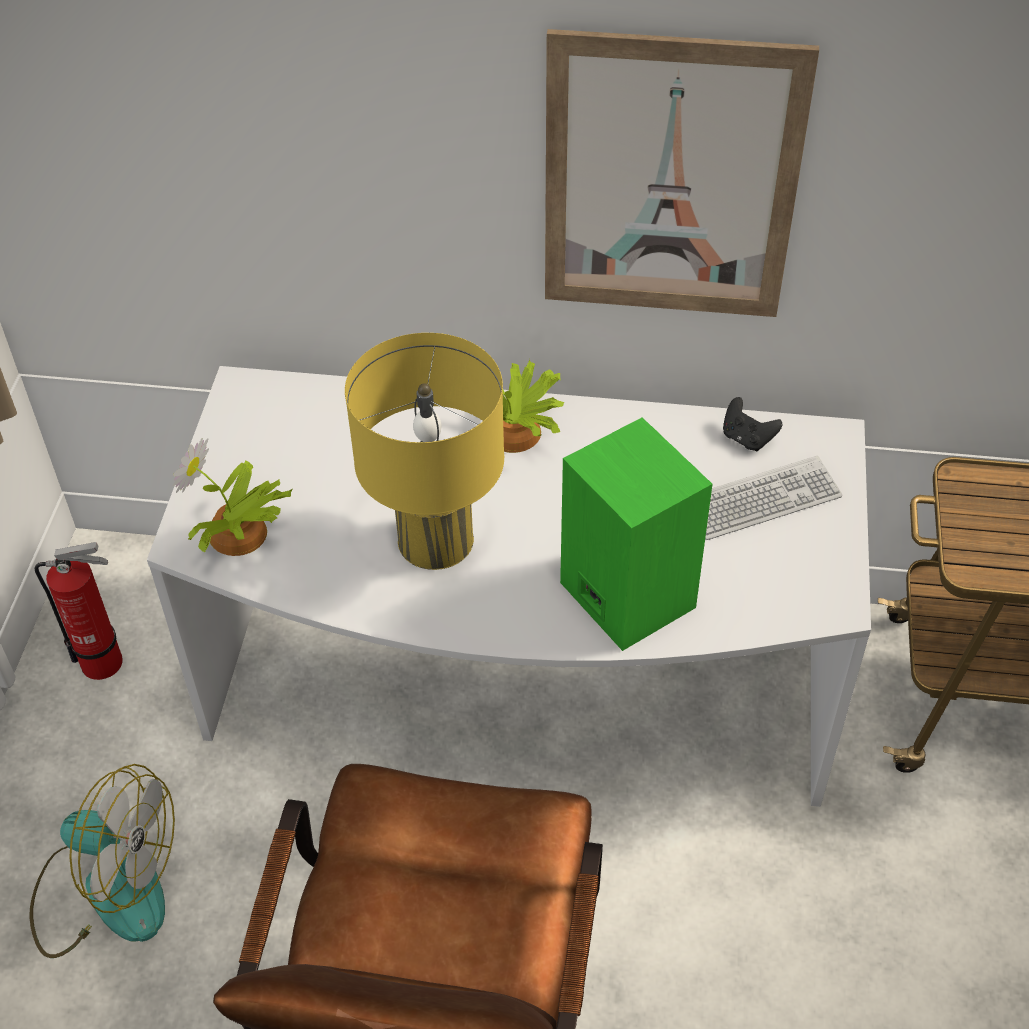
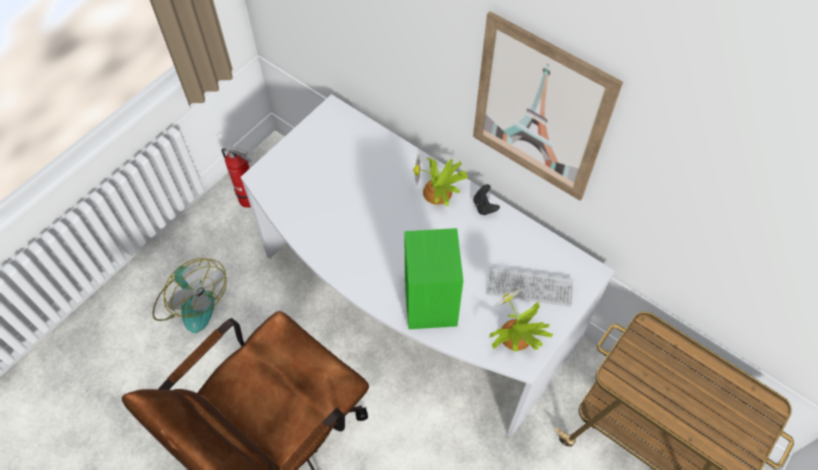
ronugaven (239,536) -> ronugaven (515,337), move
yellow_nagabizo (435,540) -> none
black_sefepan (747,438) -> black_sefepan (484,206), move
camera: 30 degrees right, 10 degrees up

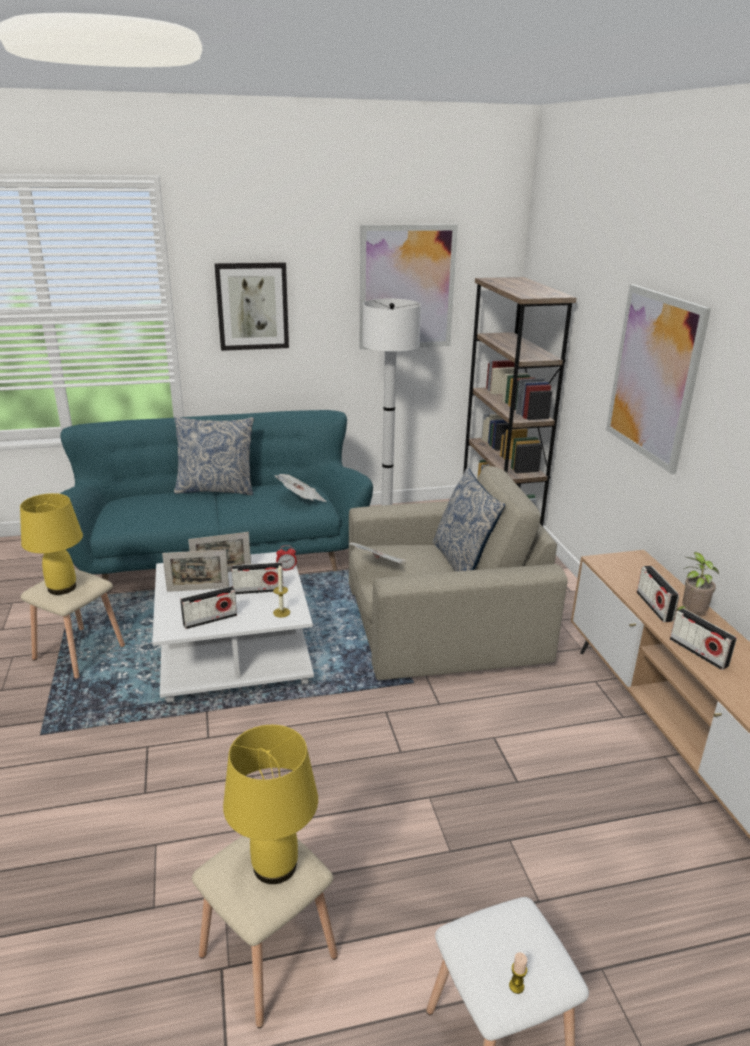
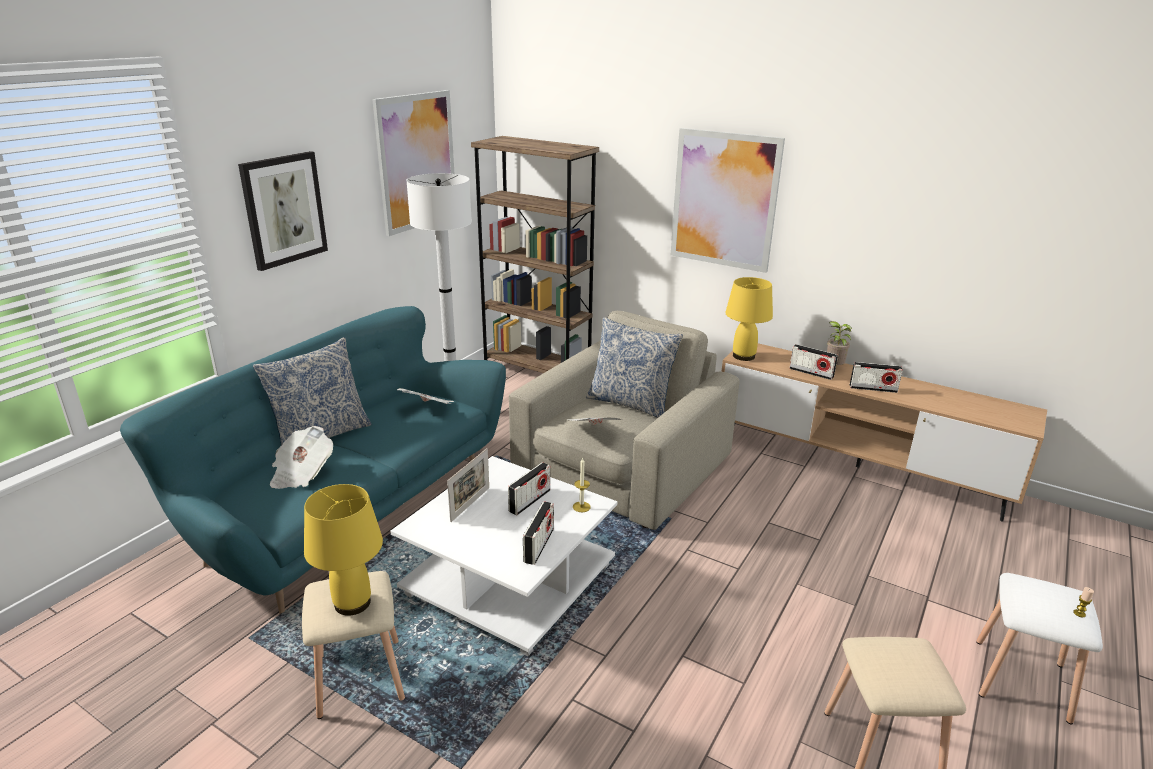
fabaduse (198,589) -> none
yellow_nagabizo (275,866) -> yellow_nagabizo (744,356), move
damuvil (286,569) -> none
none -> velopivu (301,473)
camera: 45 degrees left, 0 degrees up

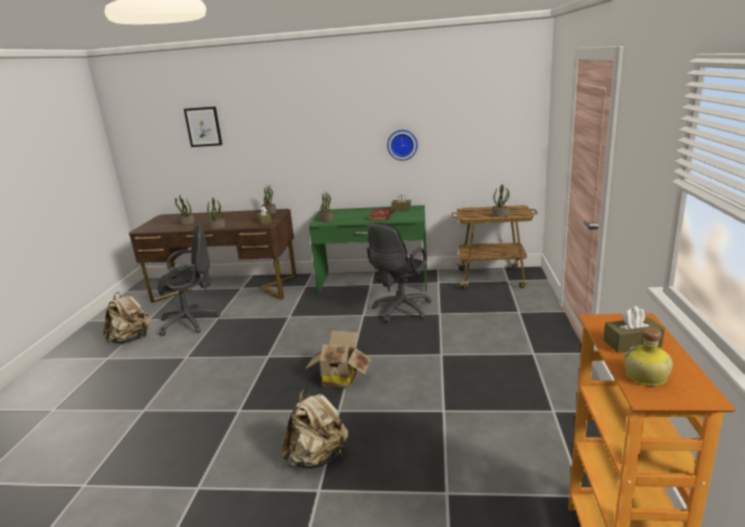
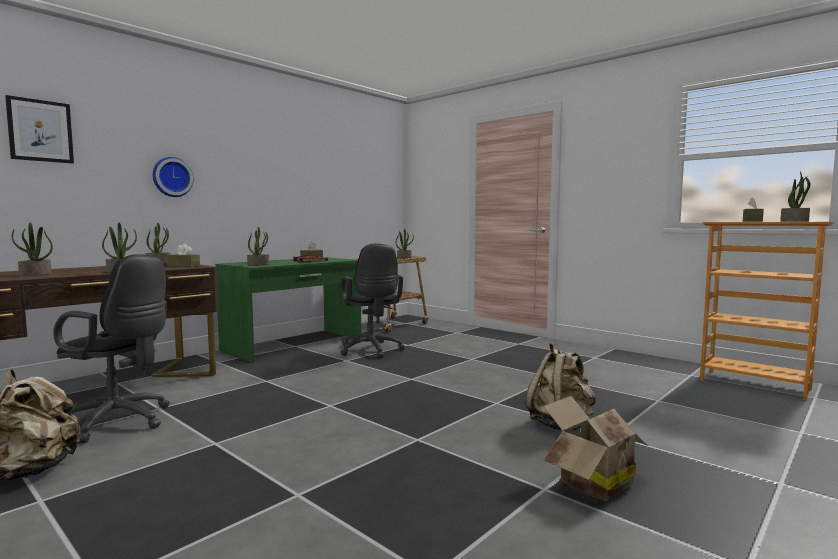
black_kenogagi (192,321) -> black_kenogagi (119,422), 90 degrees clockwise
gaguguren (340,378) -> gaguguren (590,483), move
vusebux (402,144) -> vusebux (171,177), move
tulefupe (646,377) -> ronugaven (795,221)
camera: 55 degrees left, 15 degrees down

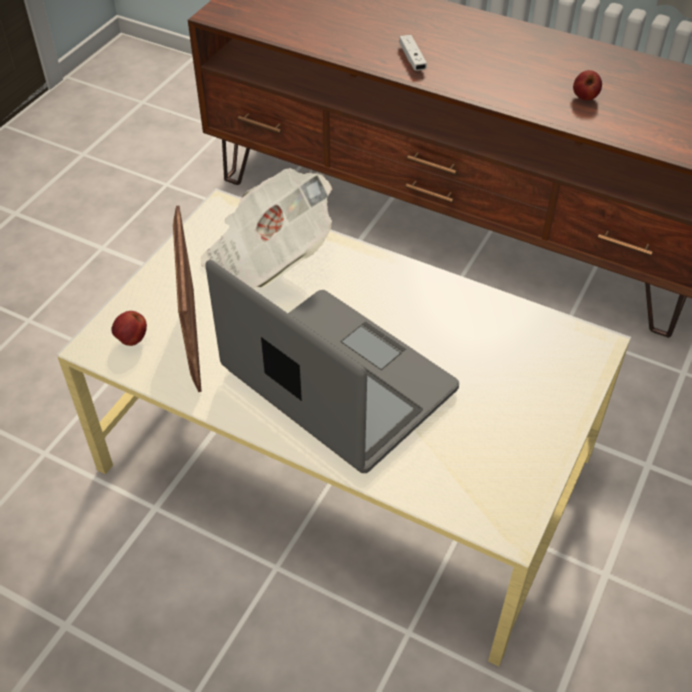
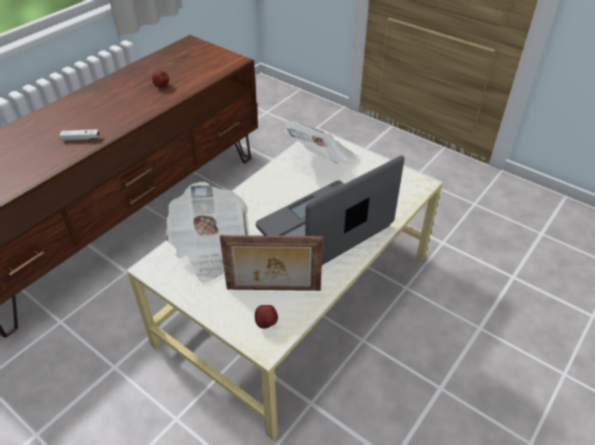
none -> velopivu (321,158)
camera: 80 degrees left, 5 degrees down

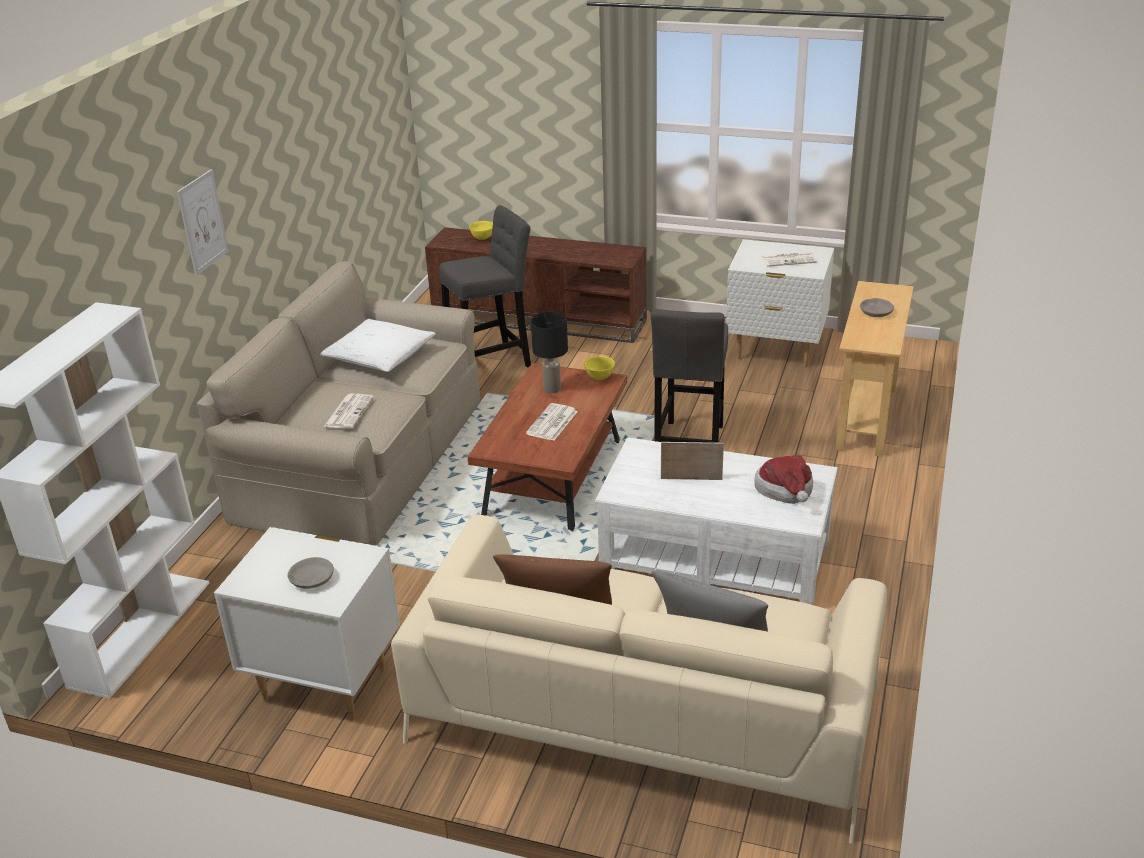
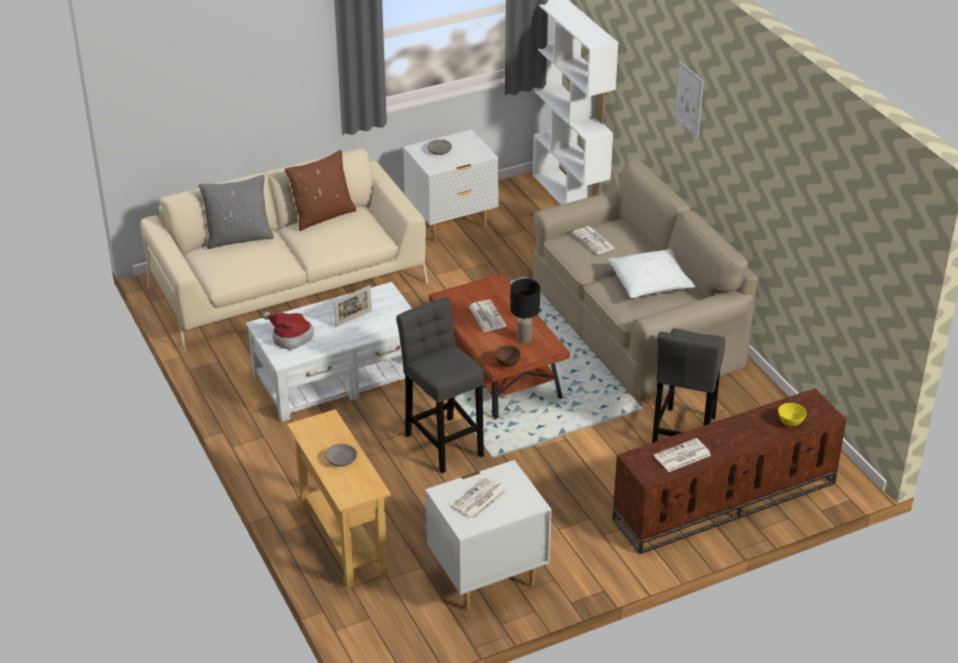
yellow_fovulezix (600,377) -> brown_fovulezix (507,364)
none -> velopivu (682,456)
camera: 135 degrees right, 5 degrees up

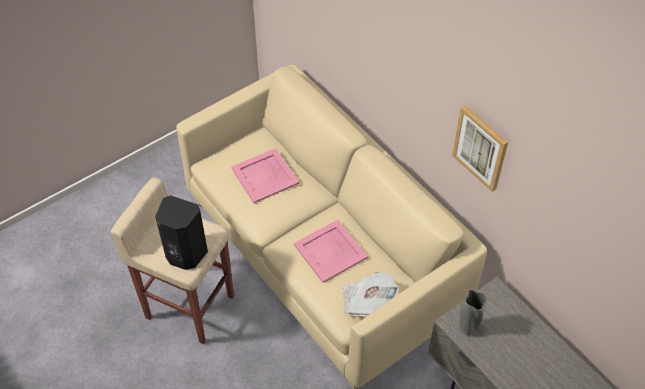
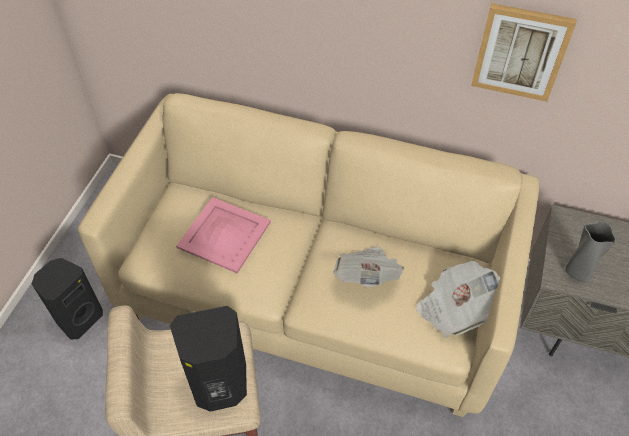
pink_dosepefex (330,250) -> velopivu (367,276)
none -> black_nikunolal (79,318)
camera: 35 degrees left, 0 degrees up

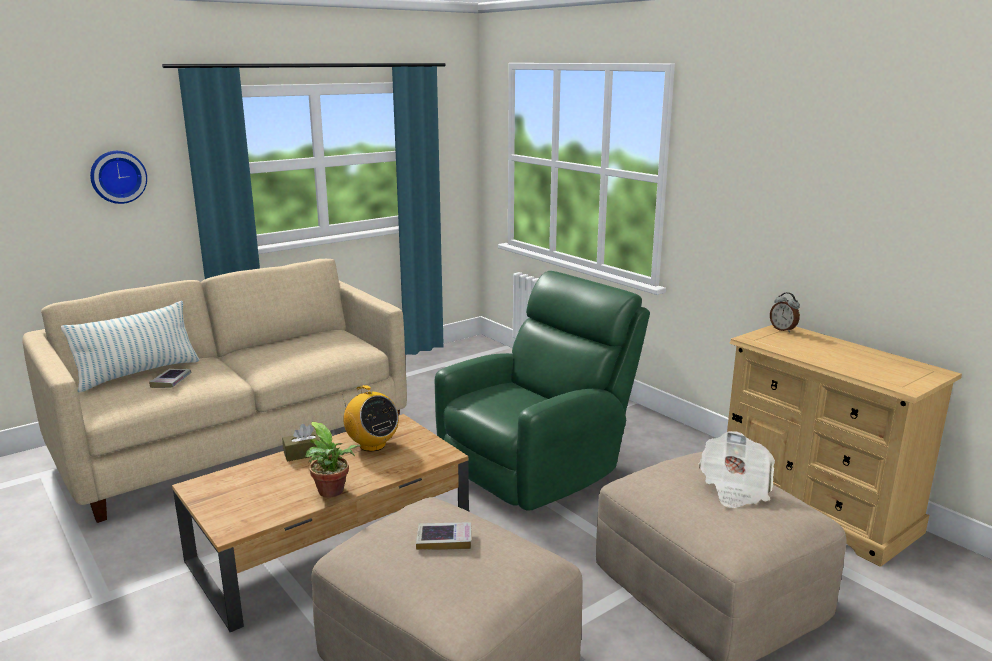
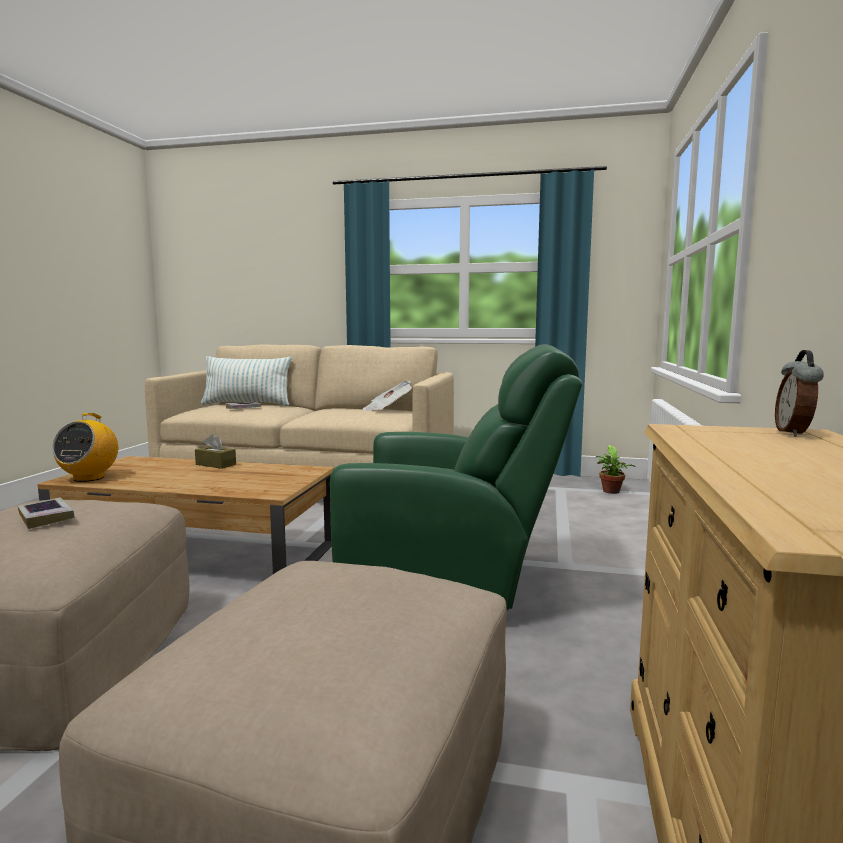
vusebux (118,176) -> none
ronugaven (333,492) -> ronugaven (611,492), move
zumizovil (372,445) -> zumizovil (89,478), move
velopivu (734,488) -> velopivu (387,409), move
camera: 50 degrees right, 10 degrees down

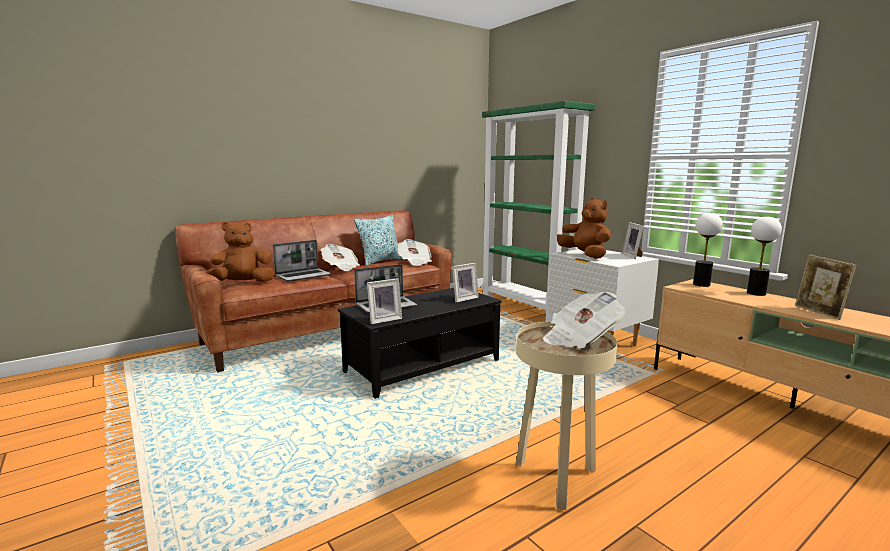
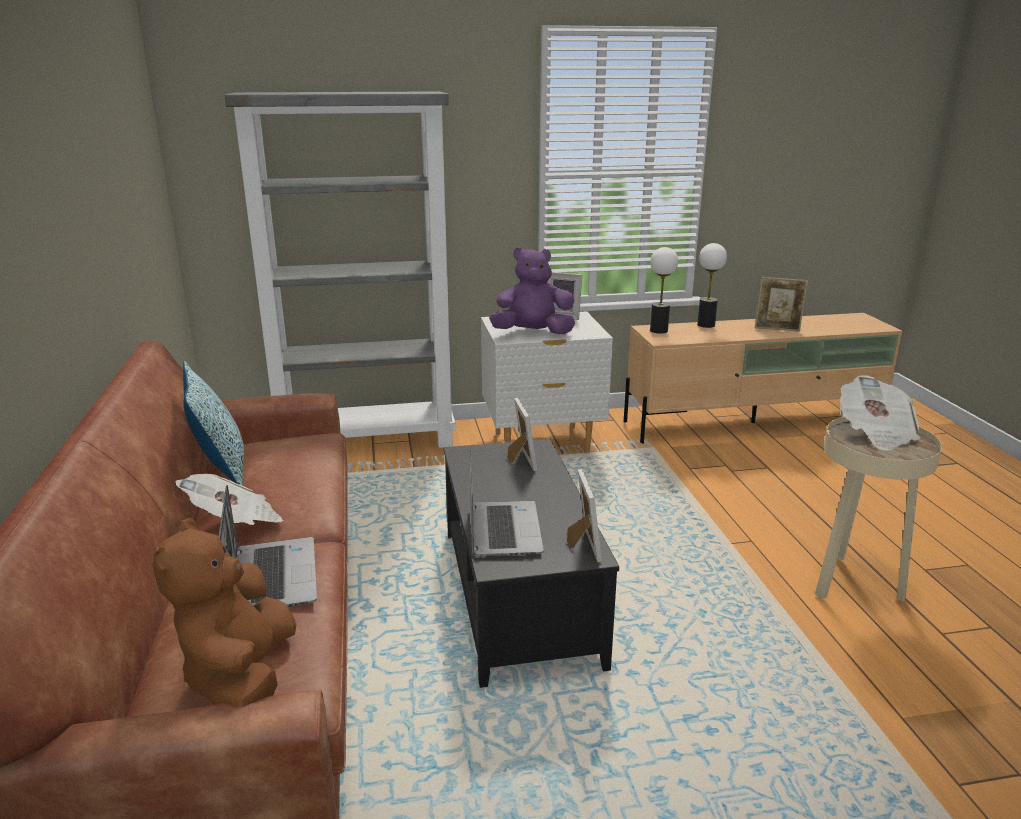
velopivu (414,262) -> none
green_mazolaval (527,307) -> grey_mazolaval (368,440)
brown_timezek (585,255) -> purple_timezek (533,333)
camera: 65 degrees left, 10 degrees up

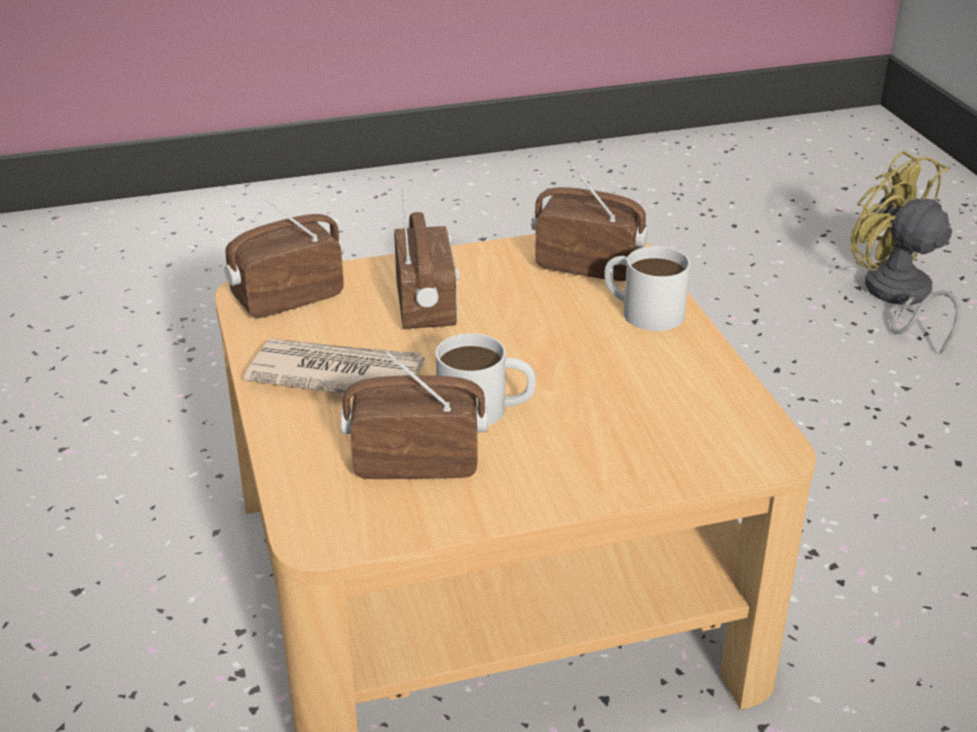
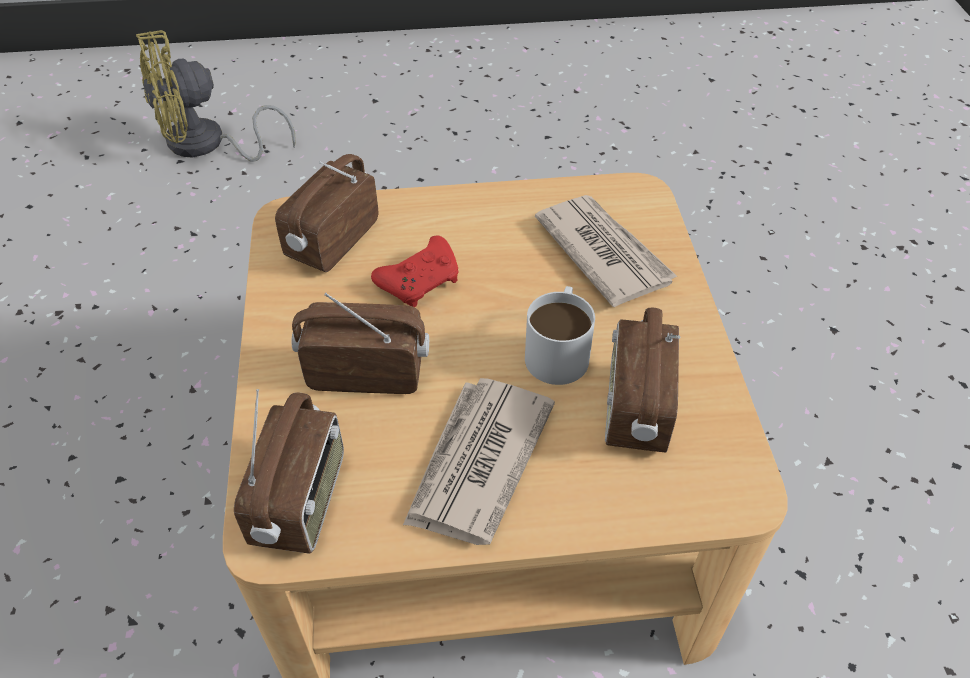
zumizovil (287,298) -> zumizovil (301,501), 150 degrees counterclockwise
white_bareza (642,310) -> none
none -> red_sefepan (421,281)
none -> velopivu (603,252)
camera: 80 degrees left, 15 degrees up

